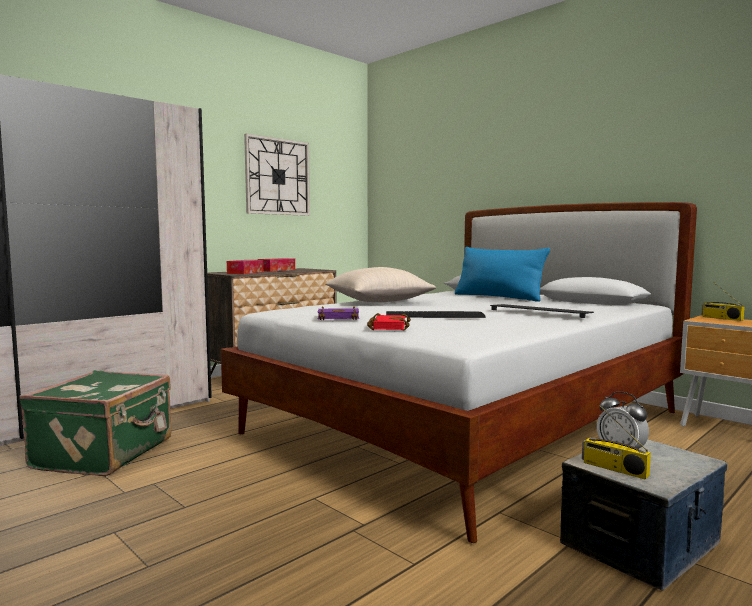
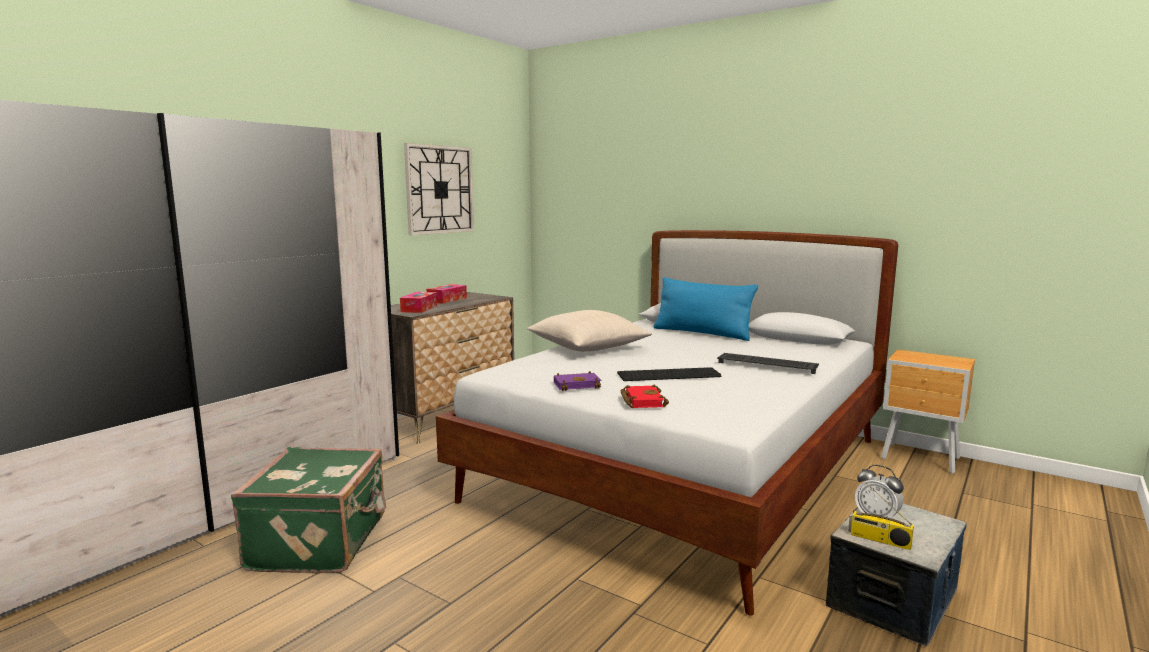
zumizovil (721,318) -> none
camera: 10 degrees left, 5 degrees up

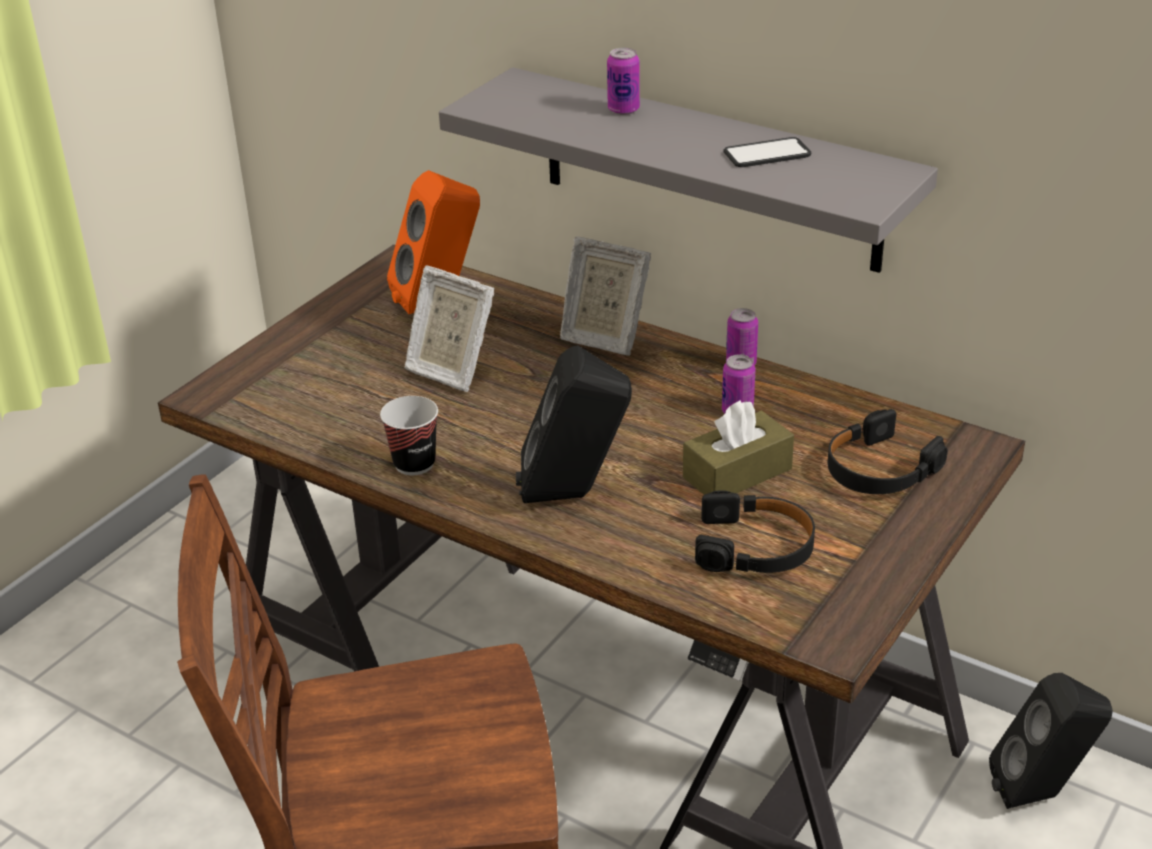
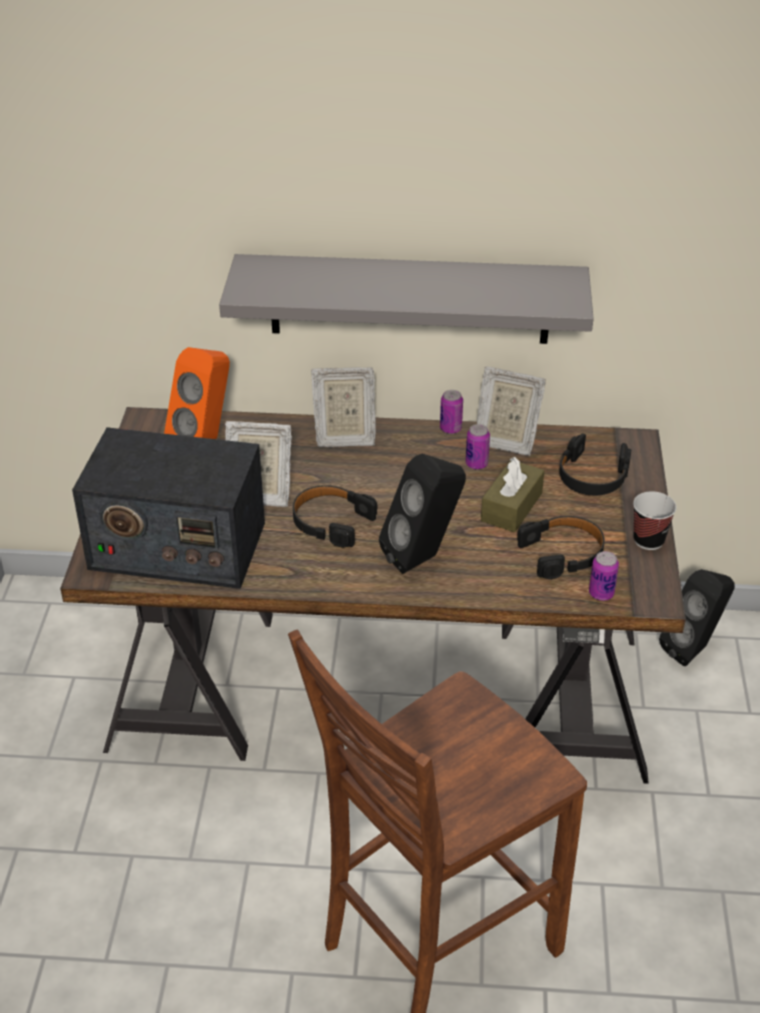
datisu (414,463) -> datisu (648,540), move
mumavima (623,110) -> mumavima (601,593), move
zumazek (767,154) -> none
none -> zumizovil (176,546)
none -> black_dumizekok (331,522)
none -> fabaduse (505,440)
camera: 30 degrees left, 5 degrees up

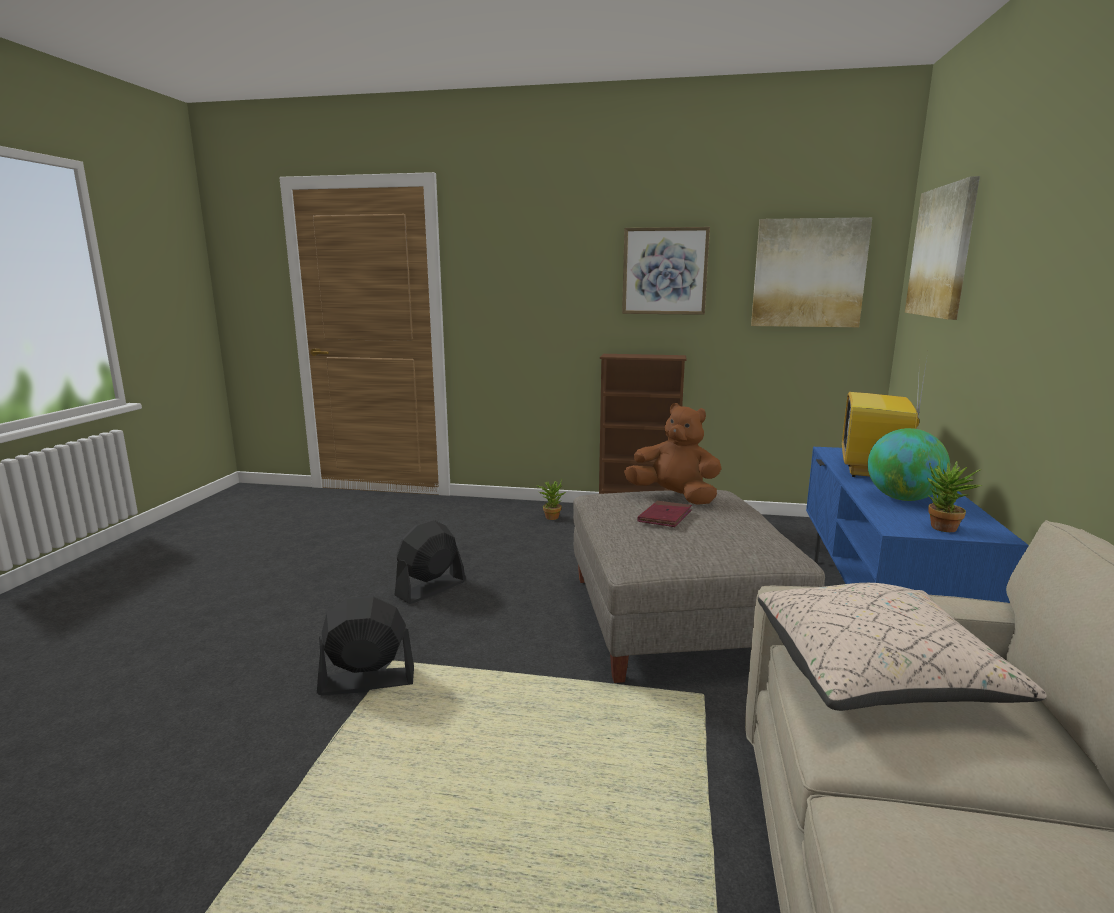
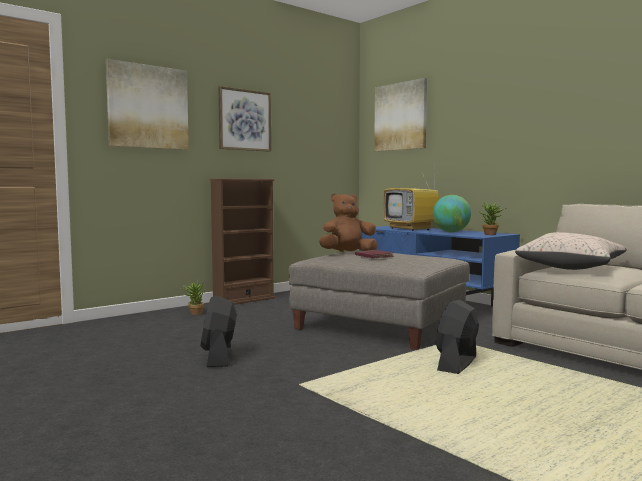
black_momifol (366,681) -> black_momifol (457,364), move
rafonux (808,273) -> rafonux (148,107), move
camera: 50 degrees left, 10 degrees down

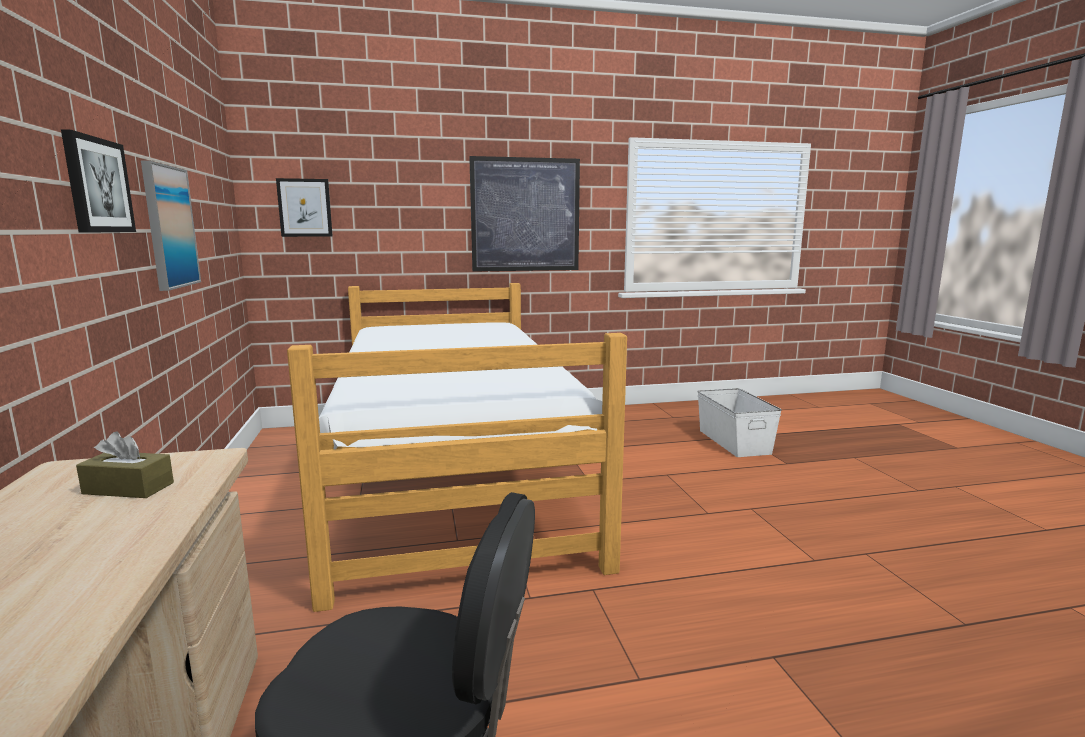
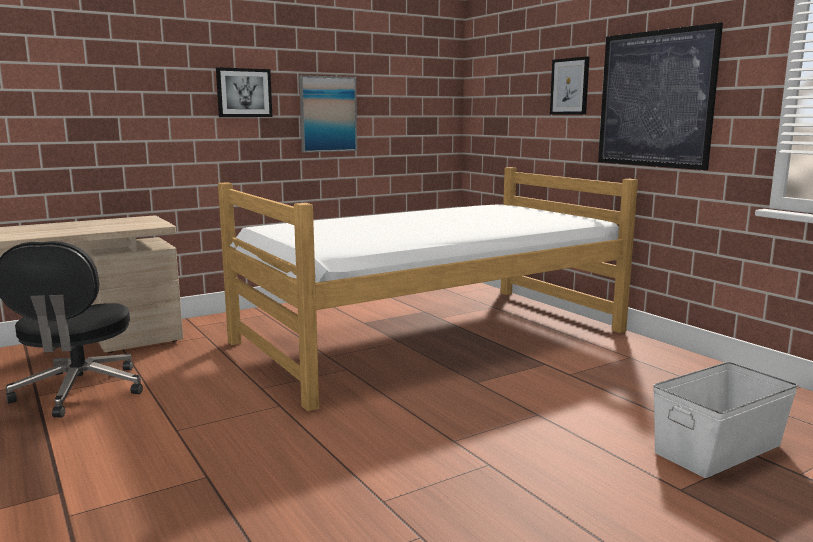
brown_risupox (128,488) -> none
rafonux (305,208) -> rafonux (569,86), move
camera: 70 degrees right, 0 degrees up

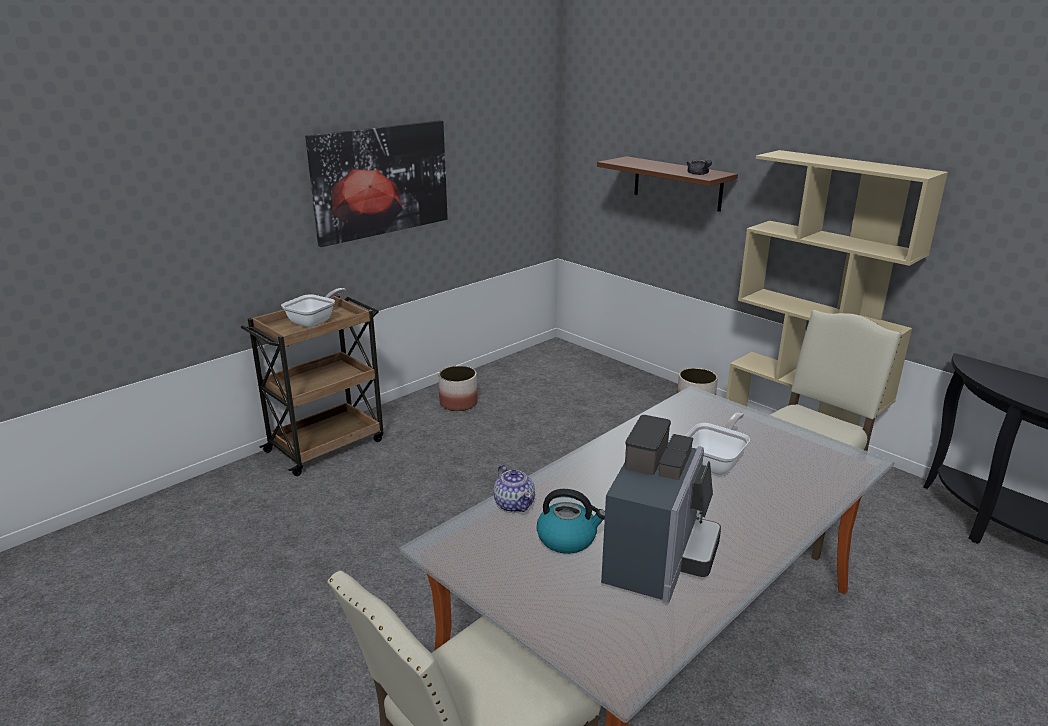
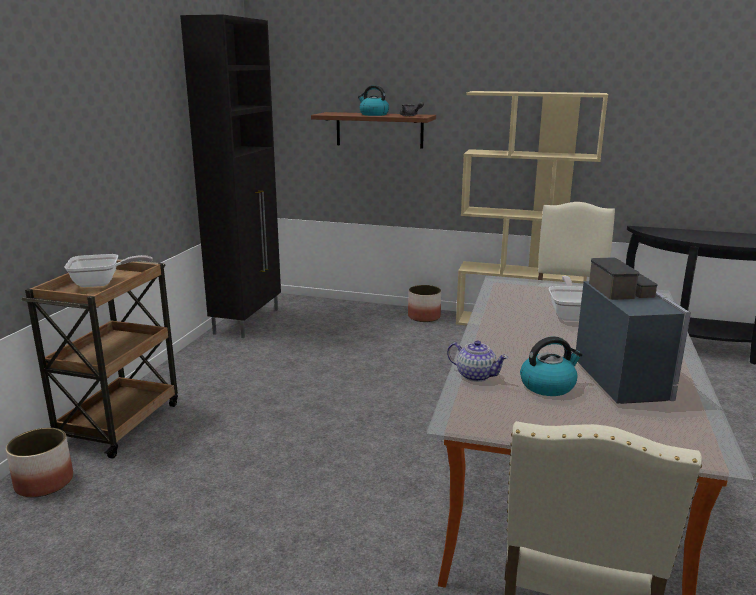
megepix (315,321) -> megepix (102,283), 75 degrees clockwise
rafonux (381,180) -> none
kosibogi (459,403) -> kosibogi (45,482), move
none -> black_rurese (248,321)
none -> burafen (373,114)
camera: 30 degrees left, 5 degrees down

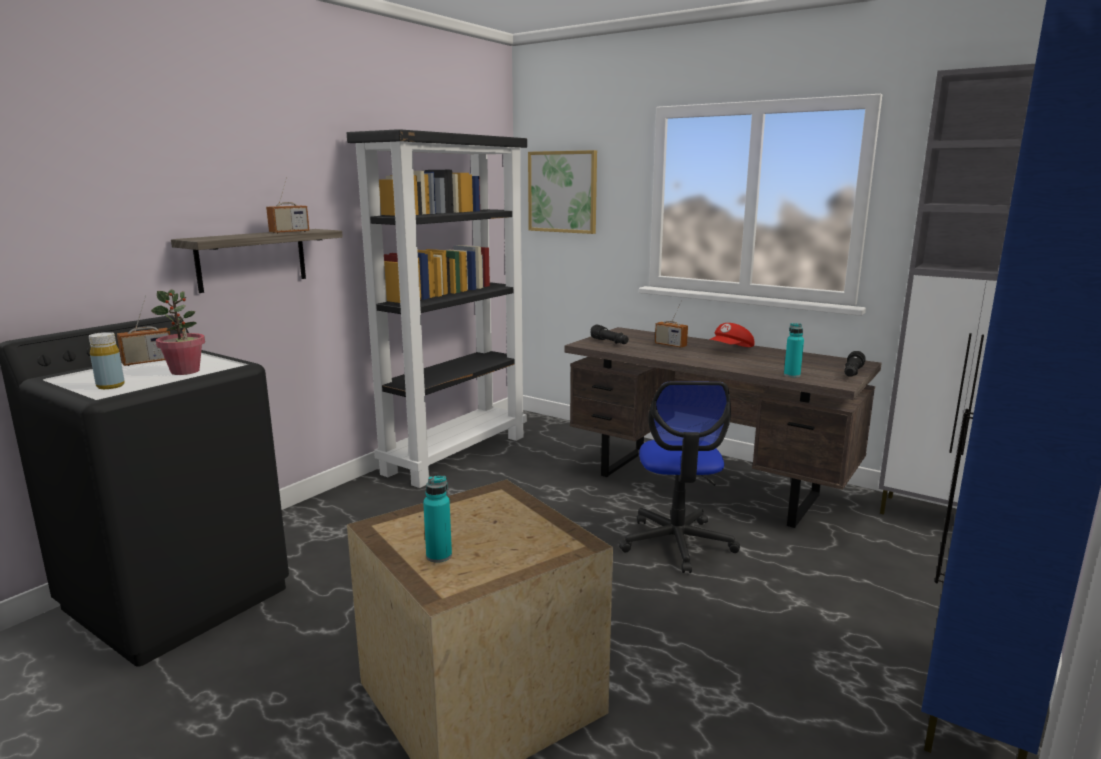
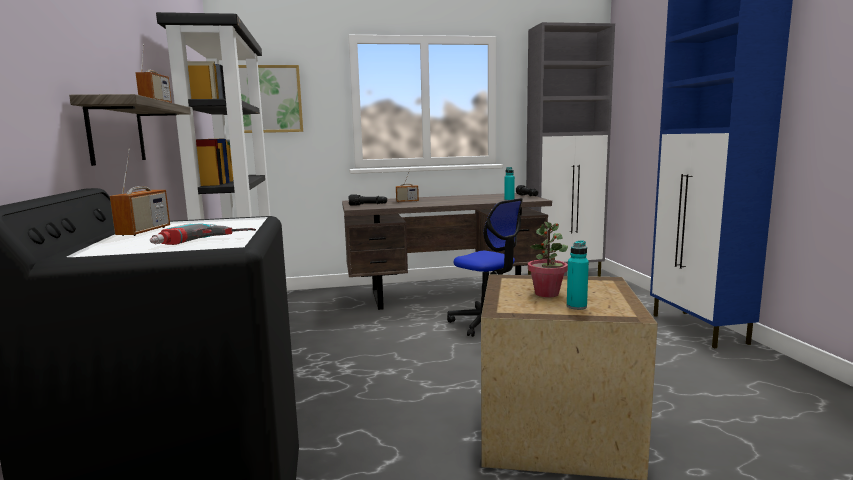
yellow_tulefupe (110,386) -> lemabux (204,242)
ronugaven (185,371) -> ronugaven (547,294), move
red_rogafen (731,349) -> none
camera: 45 degrees left, 5 degrees down

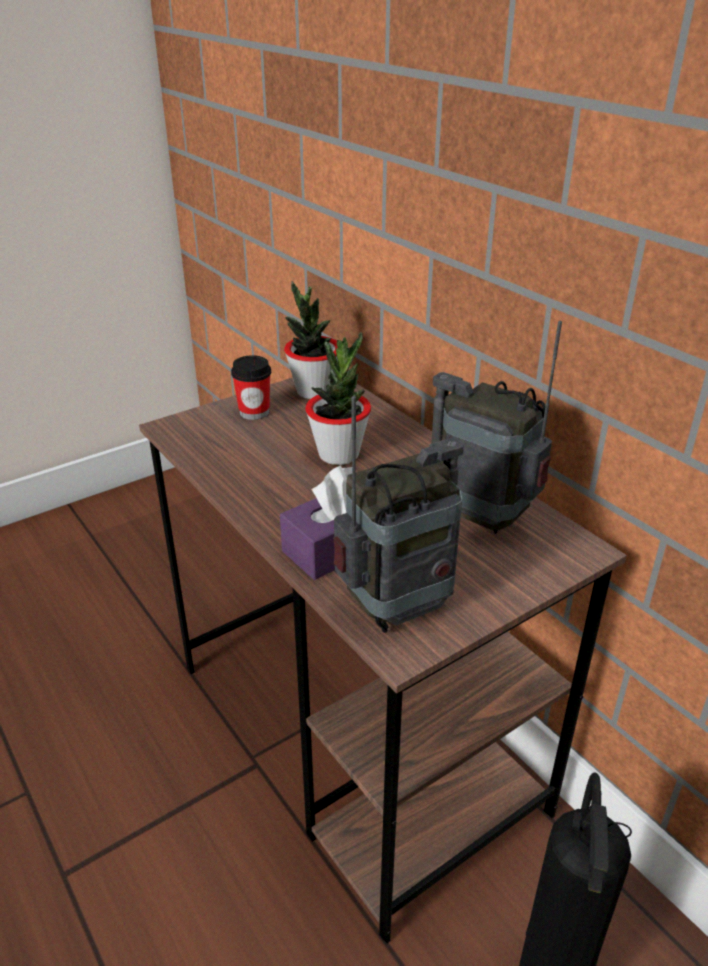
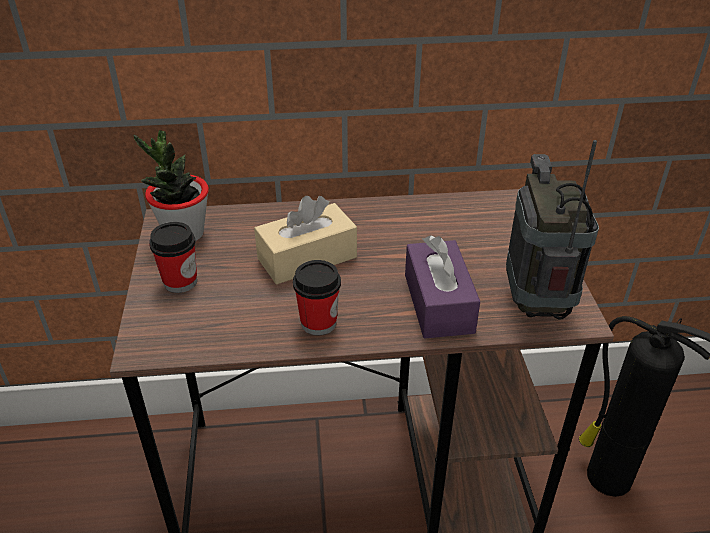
ronugaven (339,454) -> beige_risupox (307,258)
zumizovil (482,520) -> none
none -> datisu (318,323)
camera: 60 degrees left, 5 degrees up

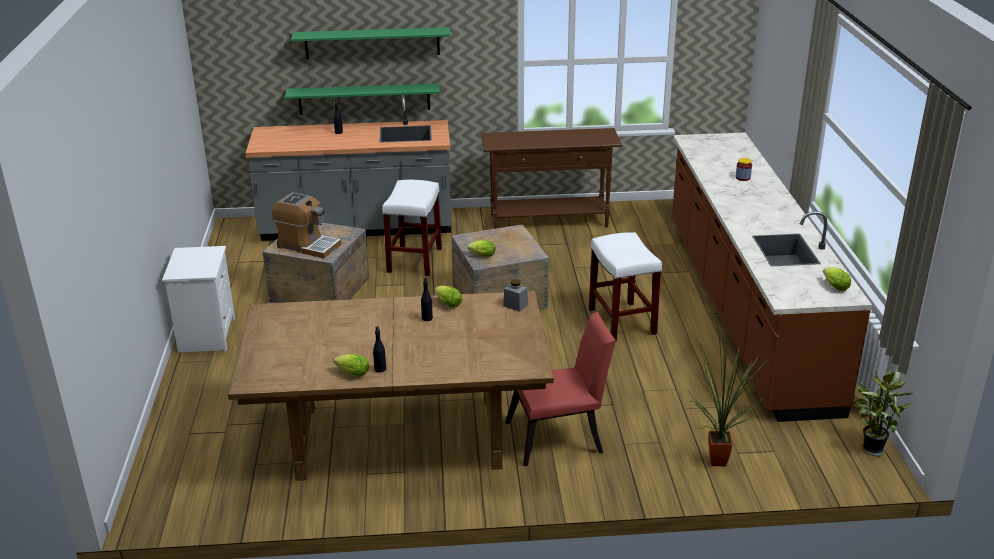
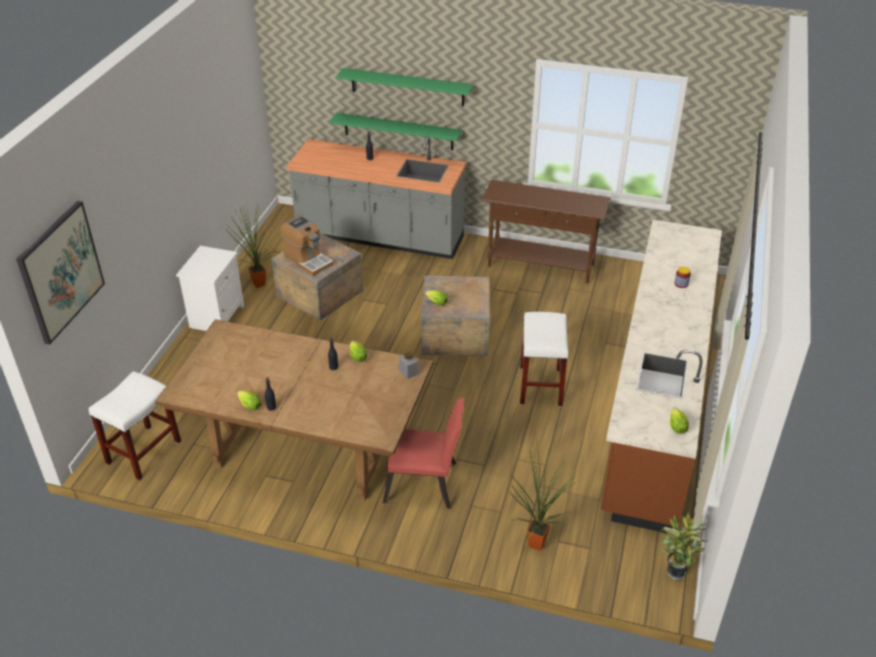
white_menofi (414,260) -> white_menofi (144,451), move
none -> rafonux (61,271)
none -> ronugaven (256,284)
camera: 20 degrees right, 10 degrees up

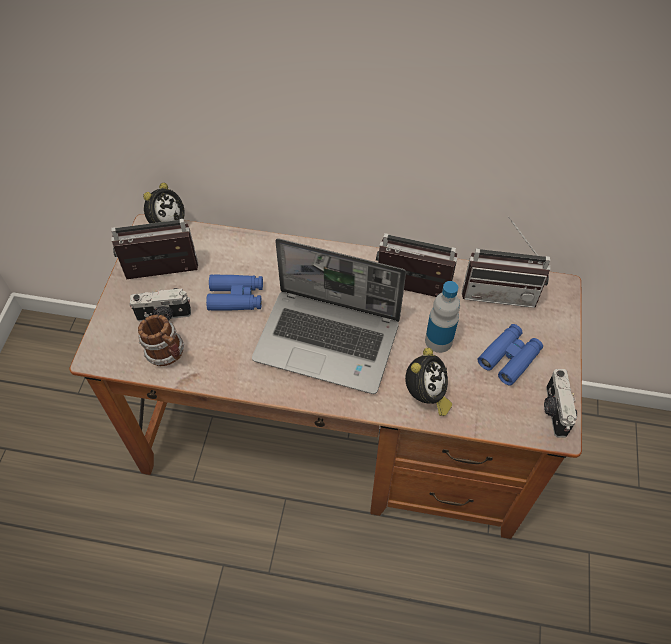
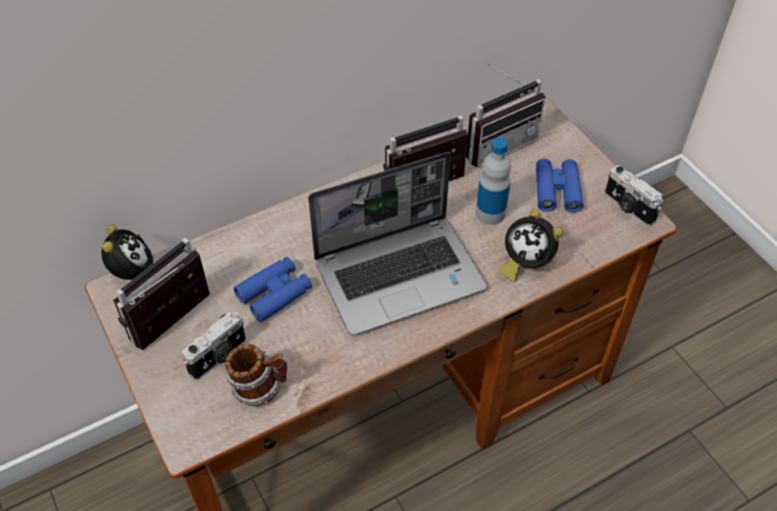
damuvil (425,396) -> damuvil (525,263), 135 degrees clockwise
camera: 40 degrees left, 5 degrees down

